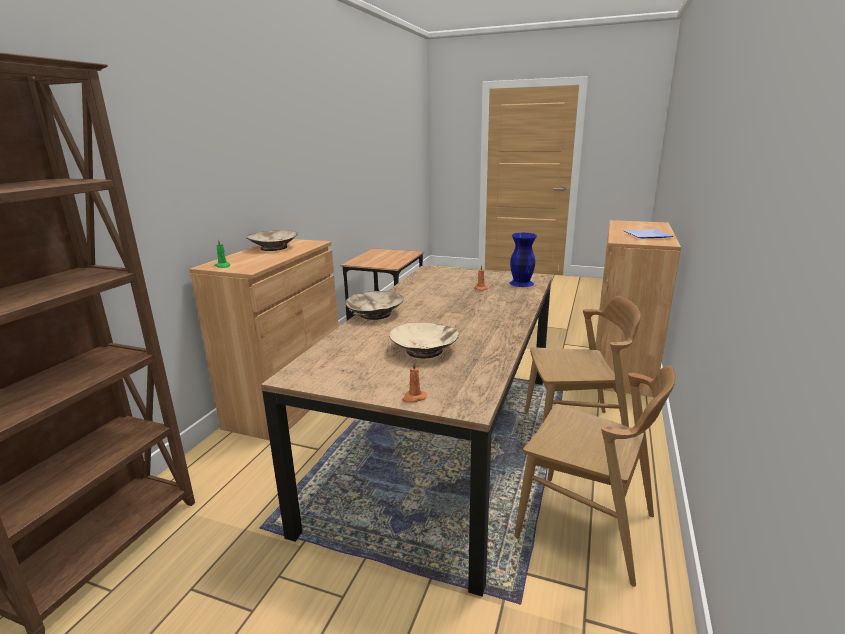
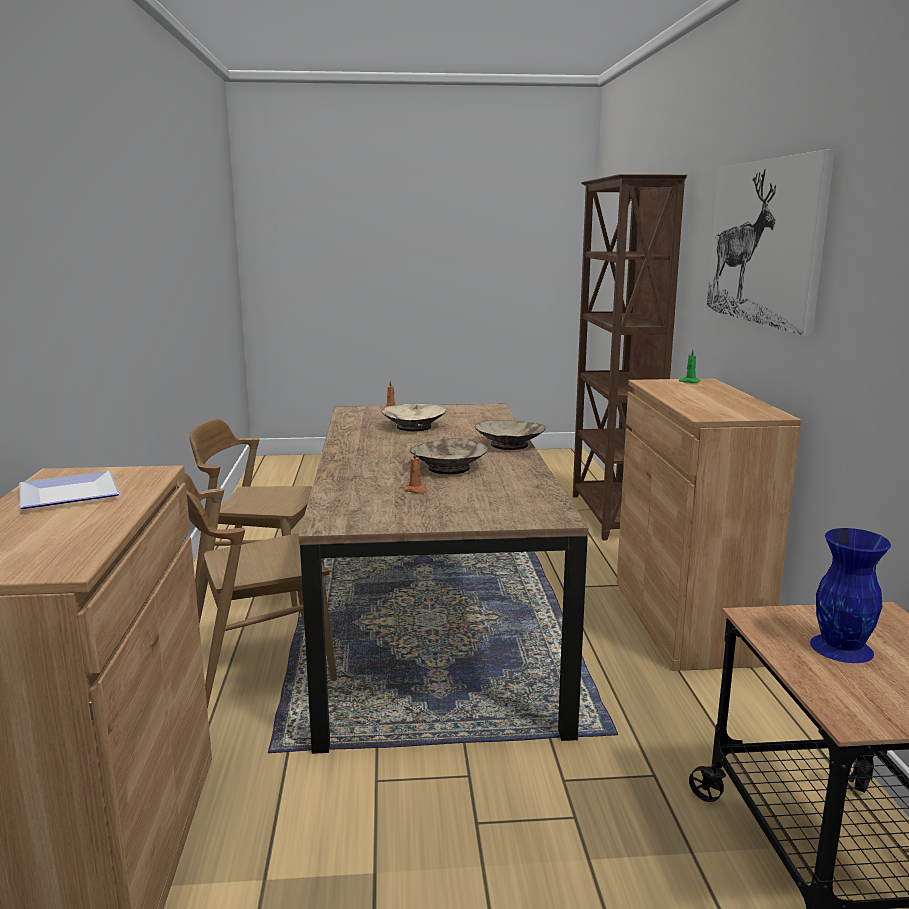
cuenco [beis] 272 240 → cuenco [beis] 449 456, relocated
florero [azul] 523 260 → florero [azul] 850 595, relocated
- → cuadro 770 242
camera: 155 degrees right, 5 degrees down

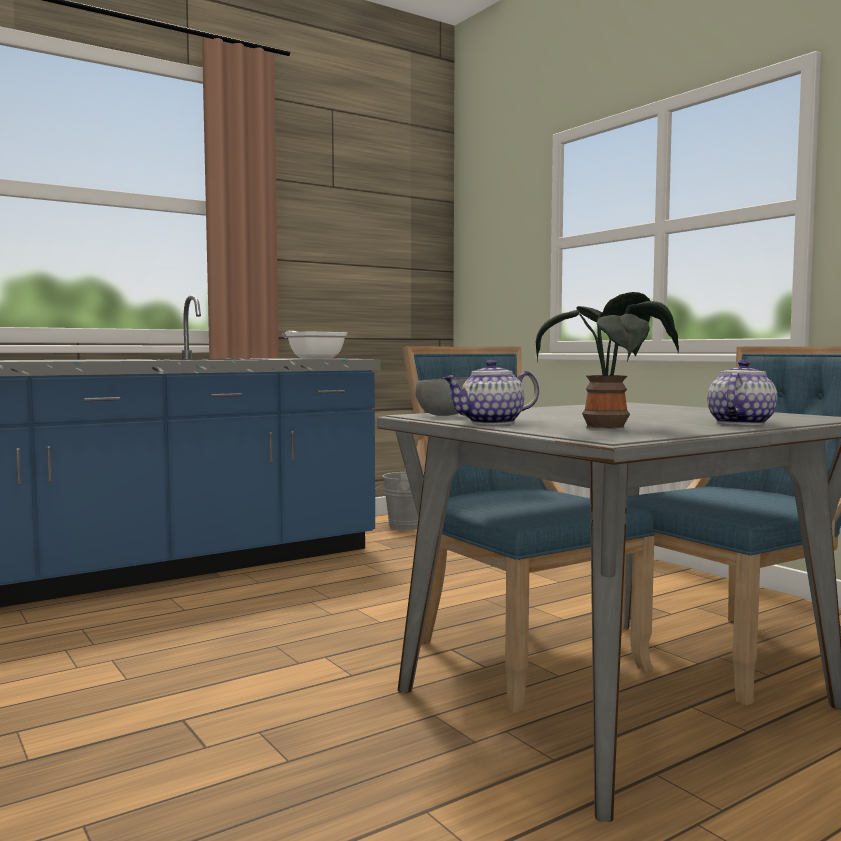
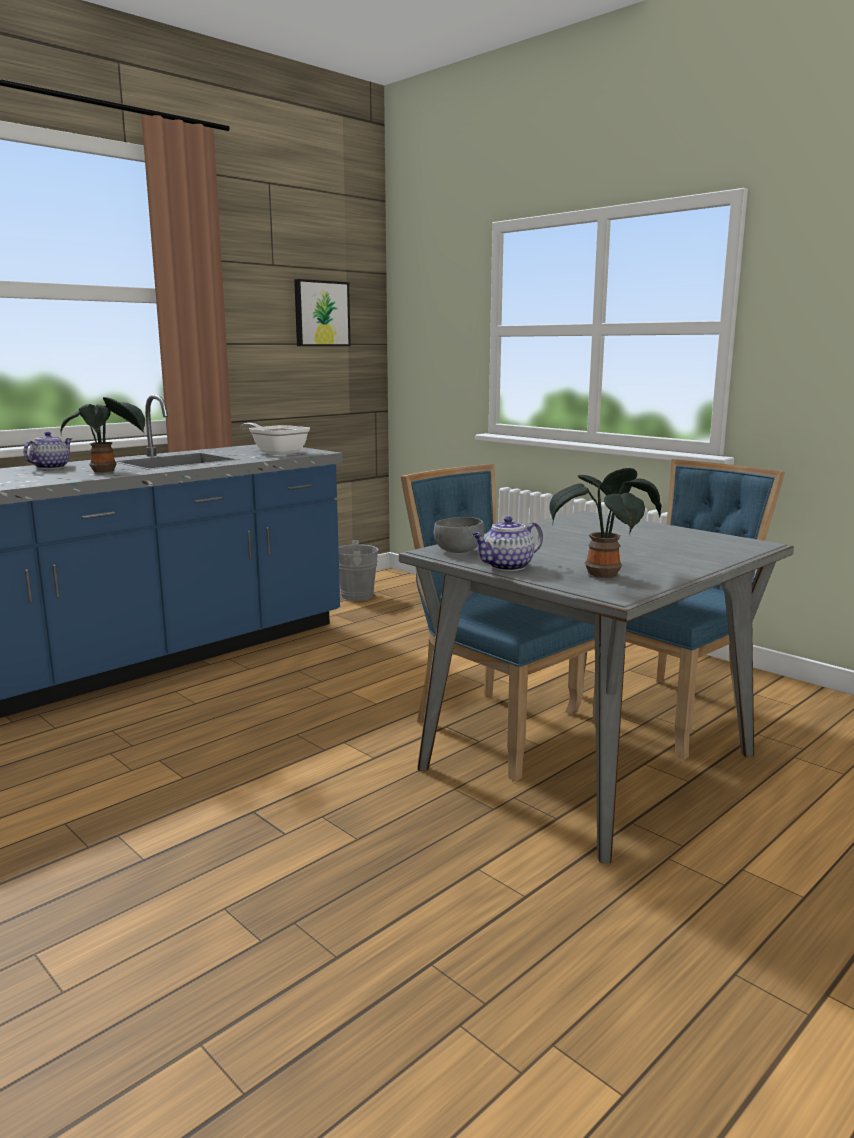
tetera 742 392 → tetera 47 450, relocated
- → planta en maceta 102 434
- → cuadro 322 312
camera: 10 degrees left, 10 degrees up

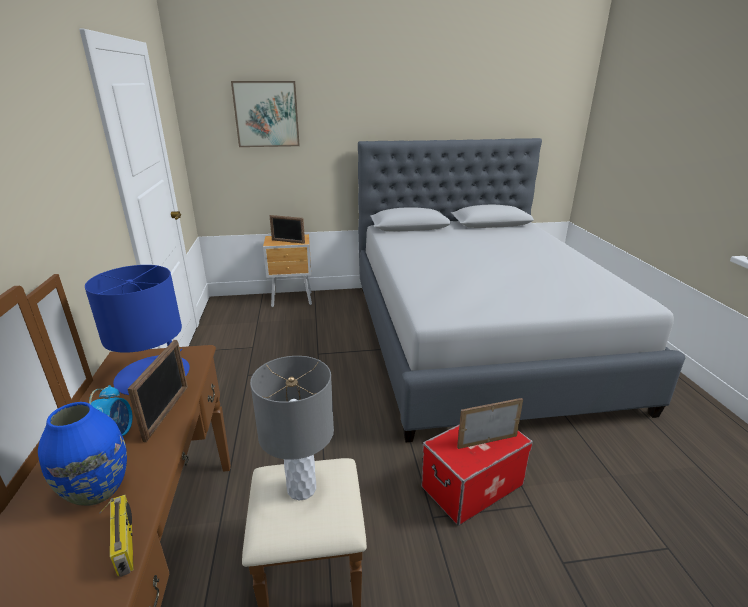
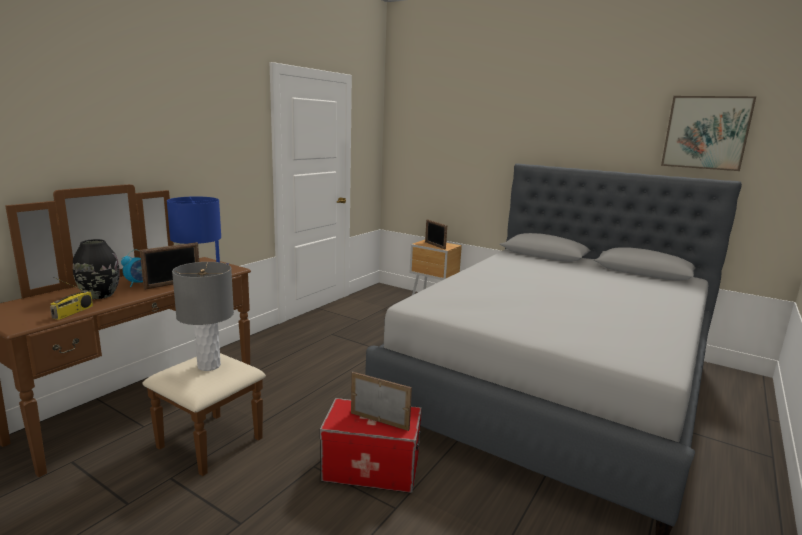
florero [azul] 82 454 → florero [negro] 96 269
cuadro 265 114 → cuadro 708 133, relocated
camera: 40 degrees right, 10 degrees down

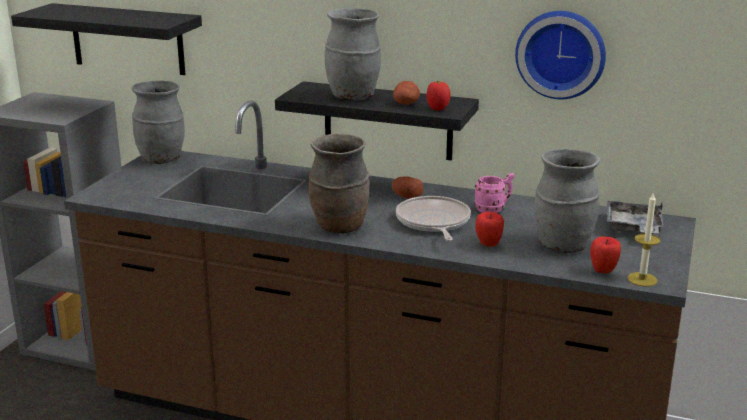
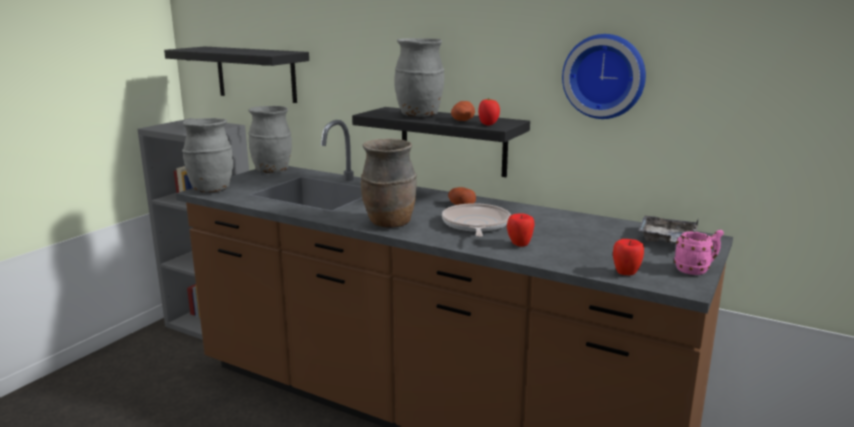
taza grande [rosa] 494 193 → taza grande [rosa] 699 252, relocated
florero [gris] 567 201 → florero [gris] 207 155, relocated
vela 644 239 → -
camera: 10 degrees right, 5 degrees down

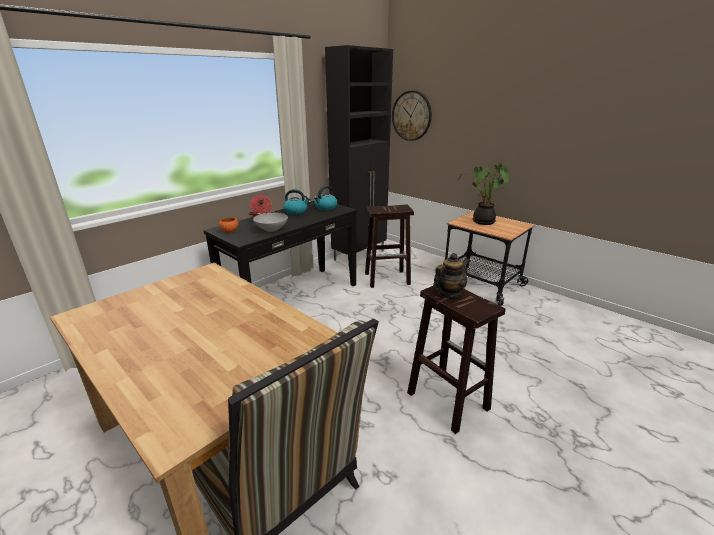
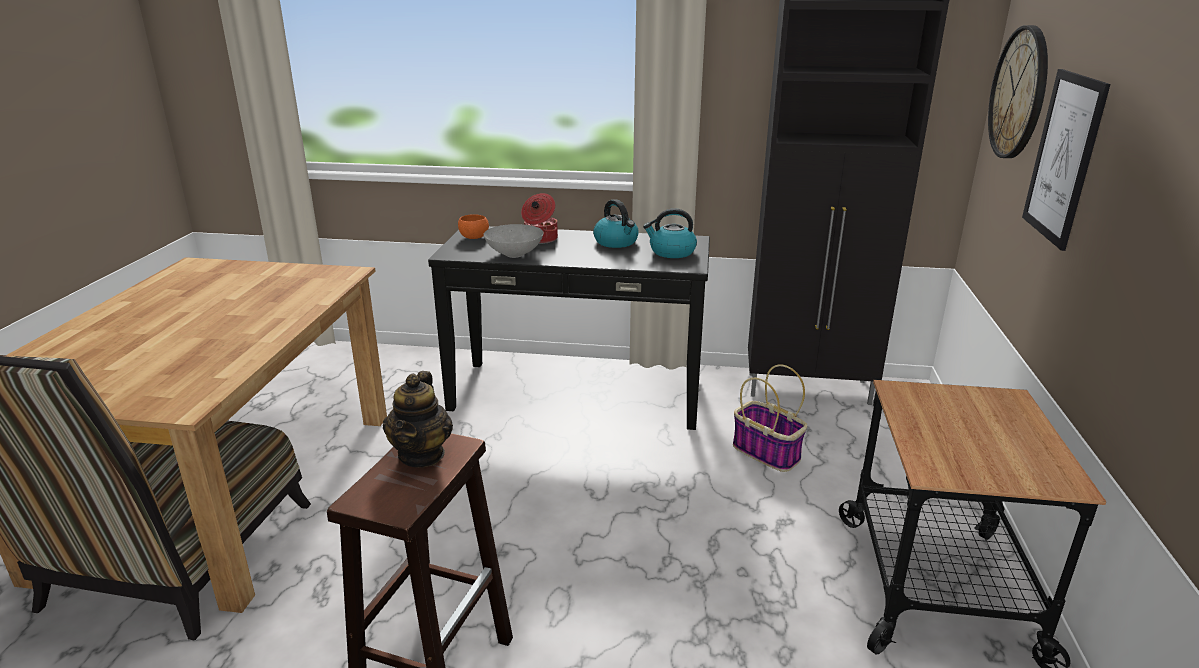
taburete [marrón] 389 246 → cesta 770 418
tetera 451 275 → tetera 418 419, 75 degrees clockwise
planta en maceta 482 193 → -
- → cuadro 1066 160
camera: 55 degrees right, 0 degrees up

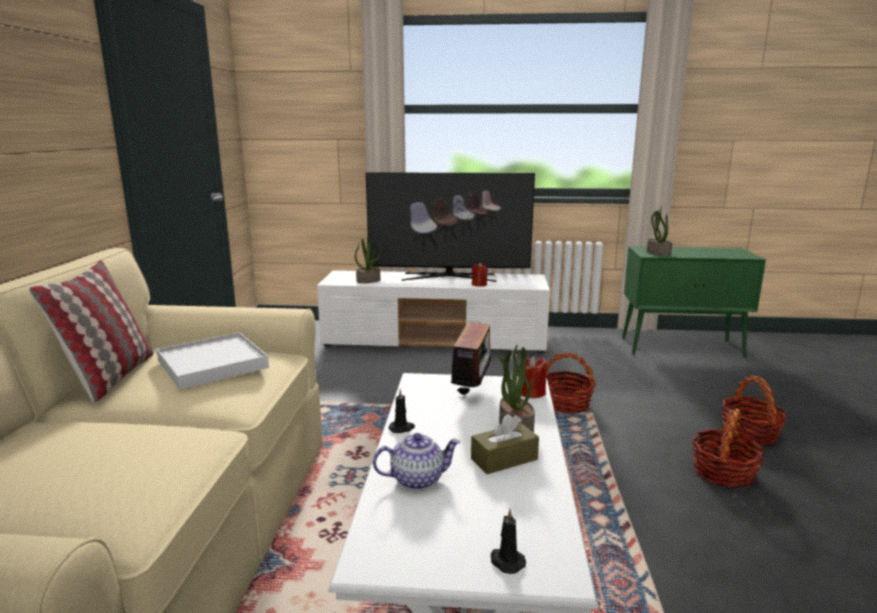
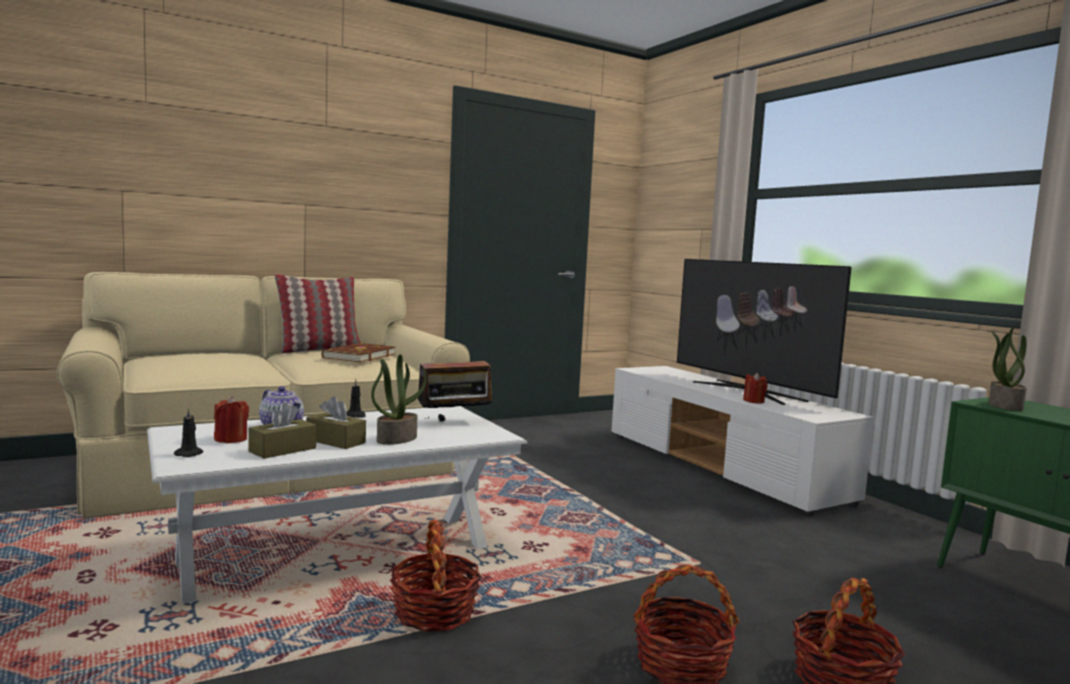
bandeja [blanco] 212 360 → libro [marrón] 359 353
planta en maceta 368 260 → -
vela [rojo] 532 377 → vela [rojo] 231 419, relocated
cesta 571 383 → cesta 436 576, relocated
- → caja de pañuelos [marrón] 282 431
camera: 55 degrees right, 10 degrees down

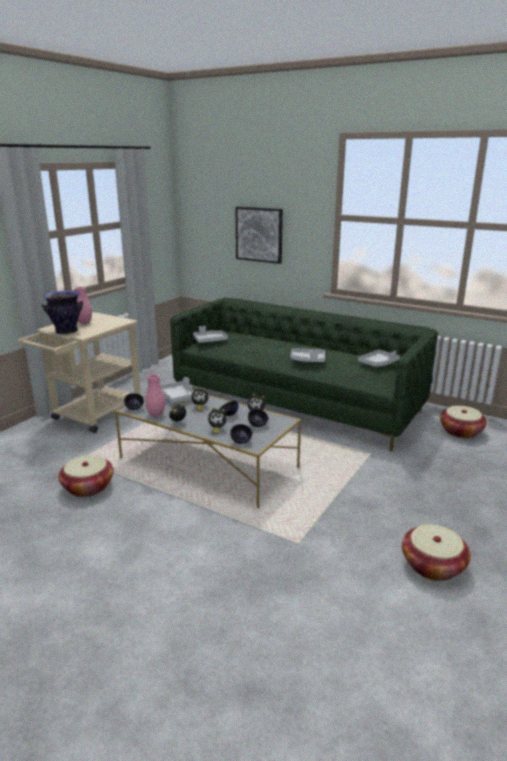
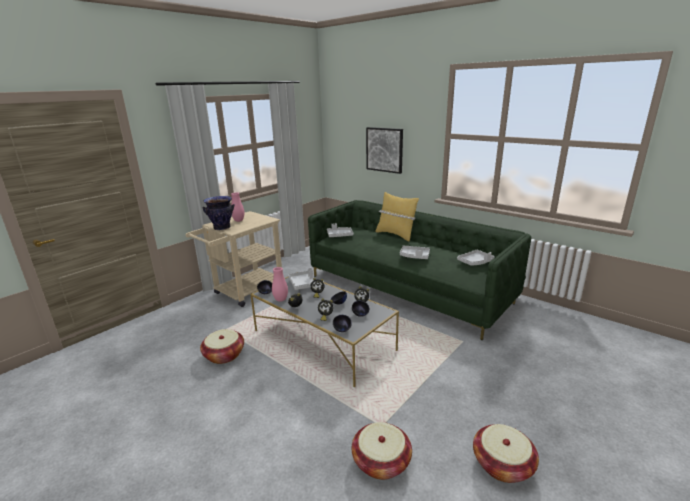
cesta 463 422 → cesta 382 451, relocated
- → cojín [amarillo] 397 216
camera: 10 degrees right, 0 degrees up

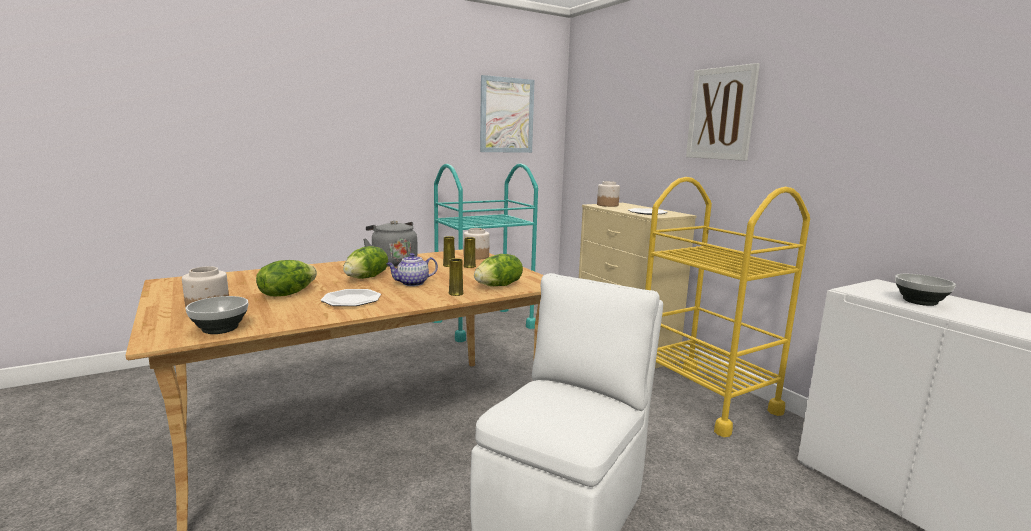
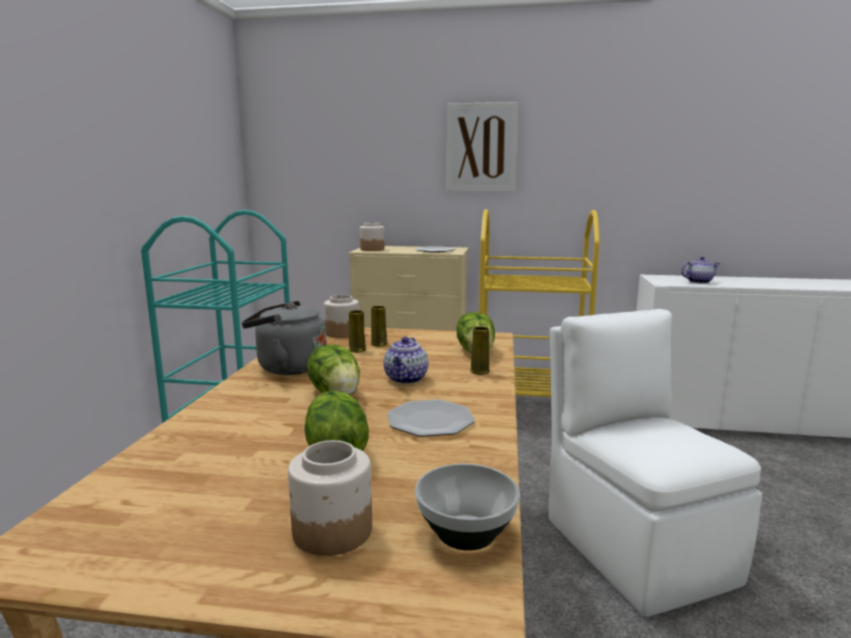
cuadro 507 114 → -
cuenco 925 290 → tetera 700 270
camera: 50 degrees left, 0 degrees up

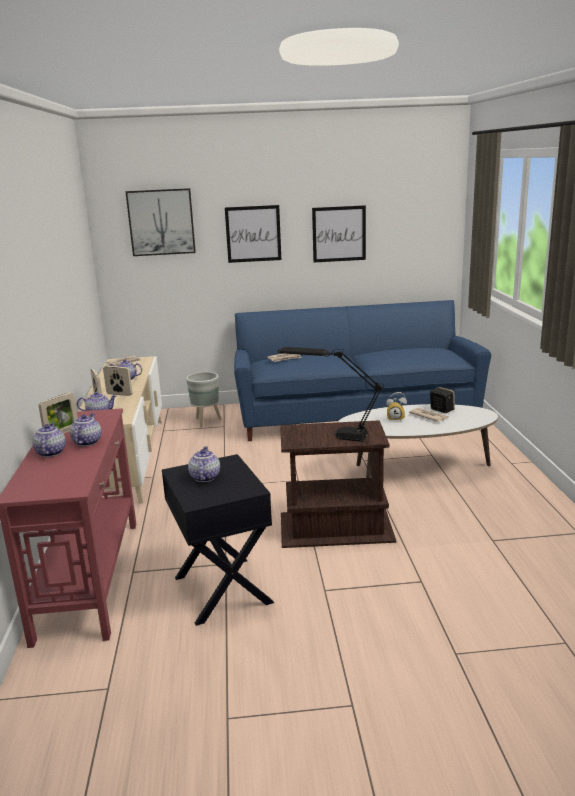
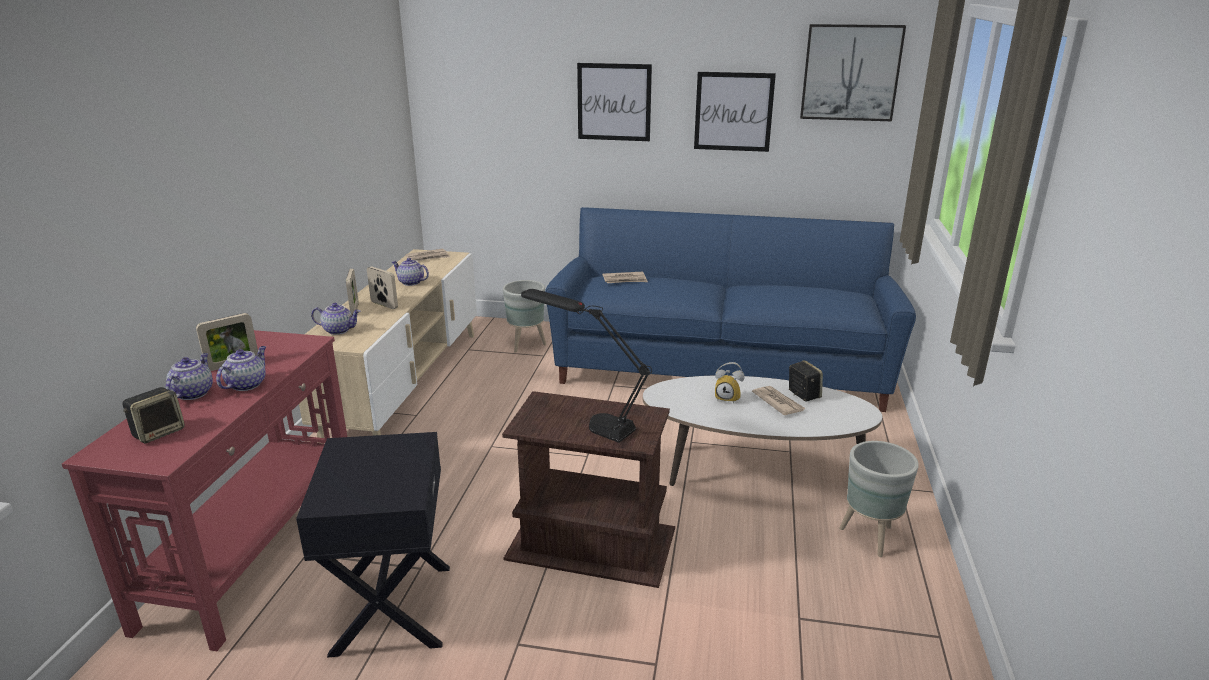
cuadro 161 222 → cuadro 853 72, relocated
tetera 204 464 → -
- → altavoz 153 415
- → maceta [gris] 879 499
camera: 15 degrees right, 5 degrees up

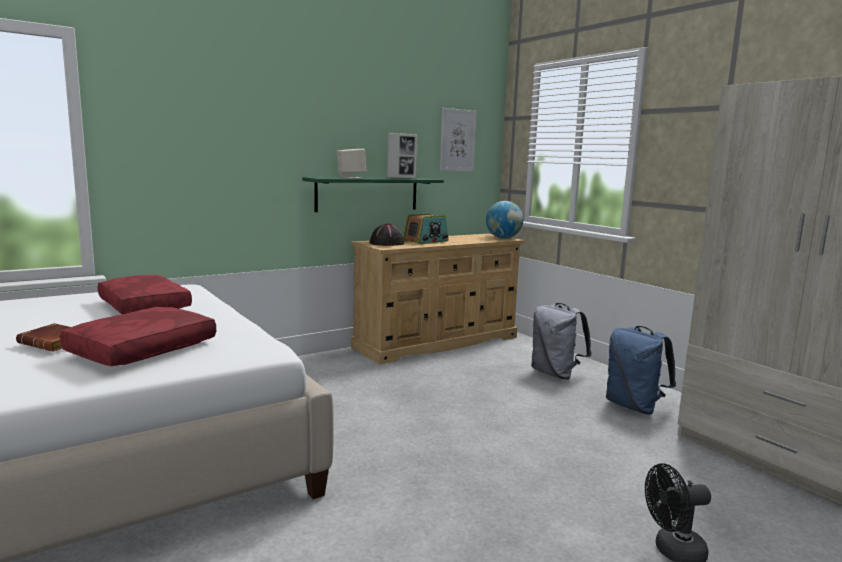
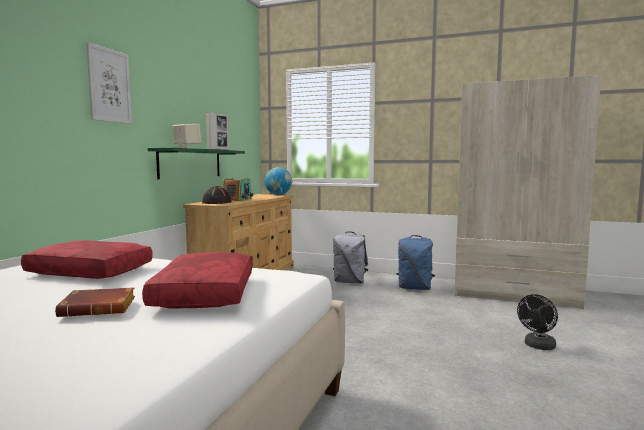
cuadro 458 139 → cuadro 109 83, relocated
camera: 35 degrees left, 5 degrees down

